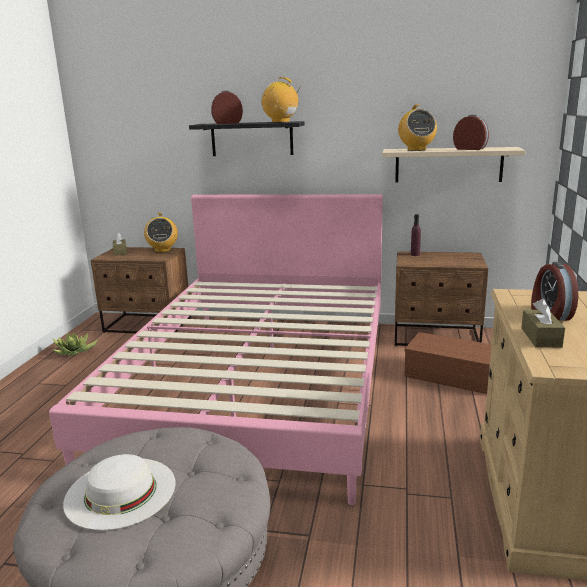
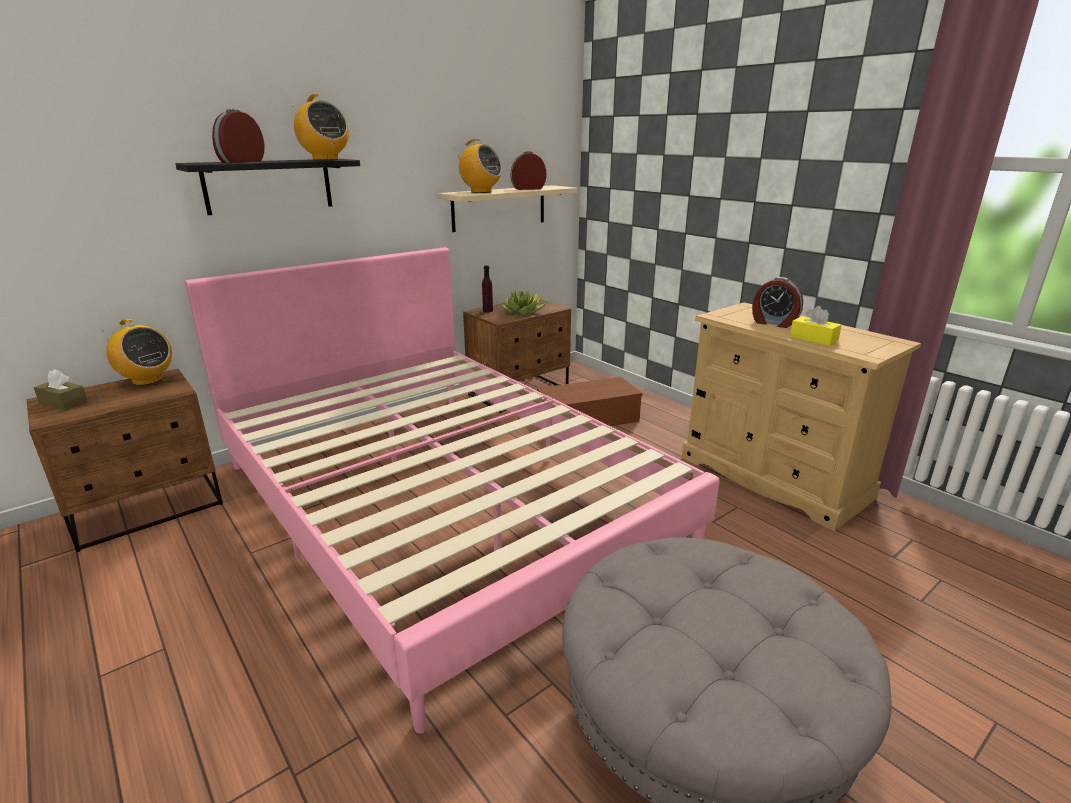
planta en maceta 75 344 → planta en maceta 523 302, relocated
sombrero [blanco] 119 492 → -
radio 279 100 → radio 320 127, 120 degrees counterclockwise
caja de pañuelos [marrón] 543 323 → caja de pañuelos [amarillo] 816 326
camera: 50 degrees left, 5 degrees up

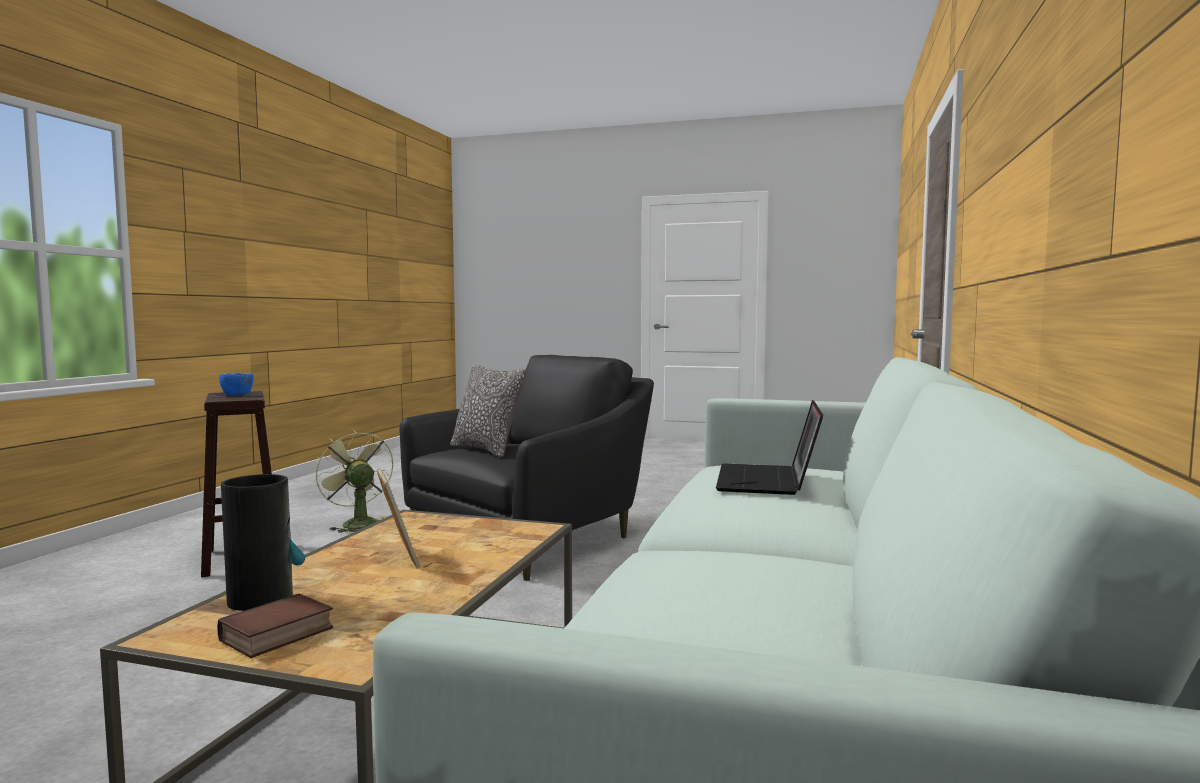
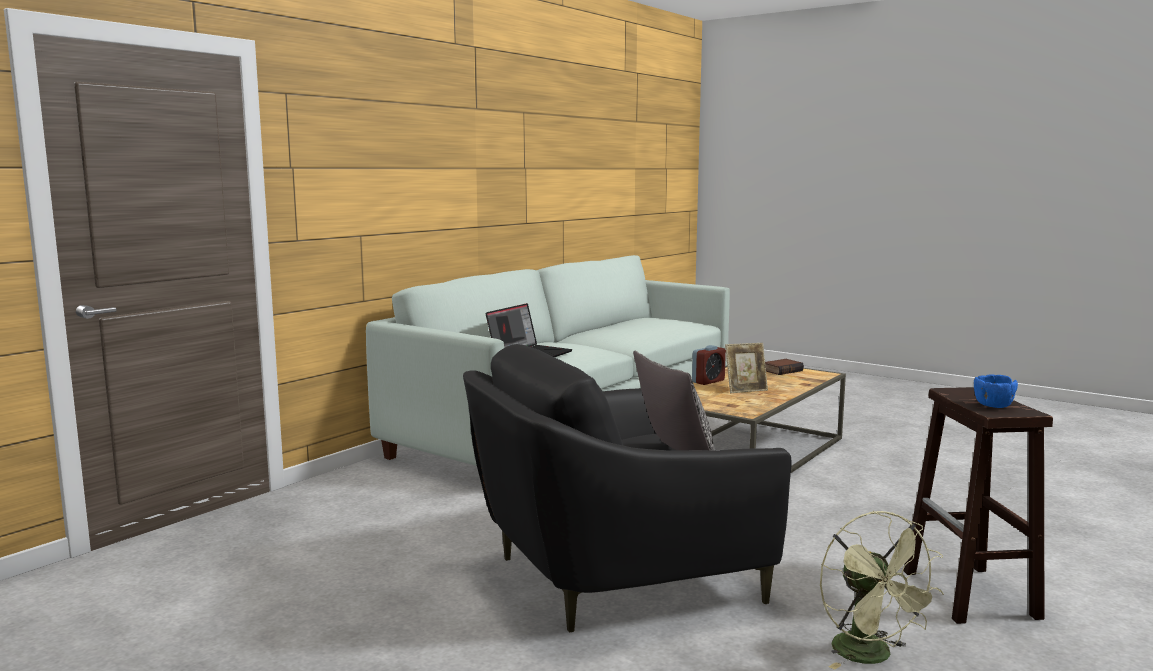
florero 263 542 → -
portarretratos 398 518 → portarretratos 746 368, 105 degrees counterclockwise
- → despertador 709 365
camera: 160 degrees left, 5 degrees up

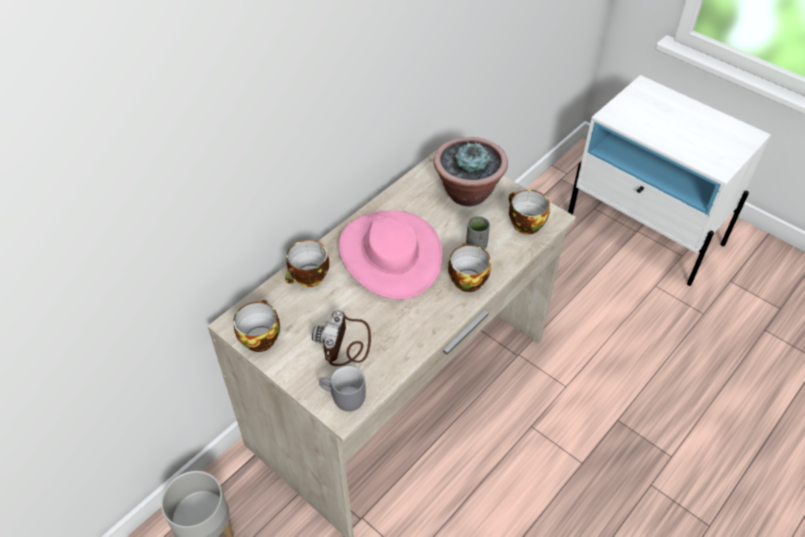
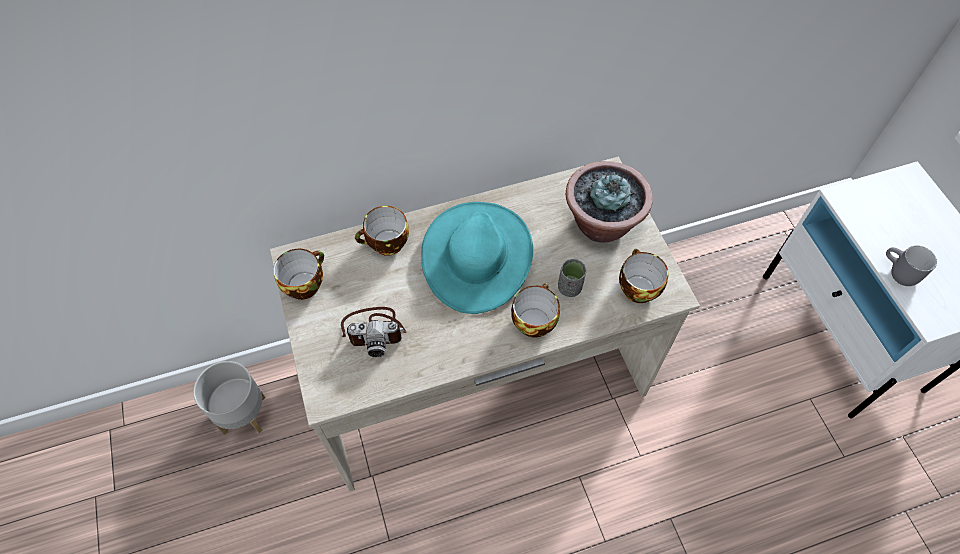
cámara 341 338 → cámara 374 332, 135 degrees counterclockwise
taza grande [gris] 342 388 → taza grande [gris] 911 266, relocated
sombrero [rosa] 390 254 → sombrero [turquesa] 477 258
camera: 30 degrees right, 10 degrees up

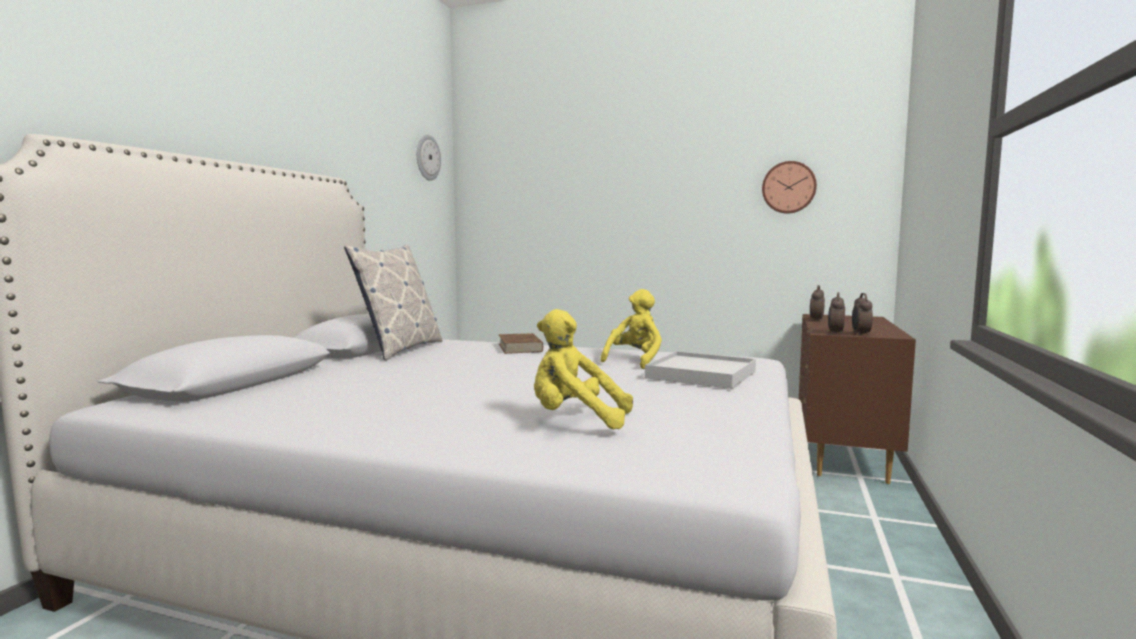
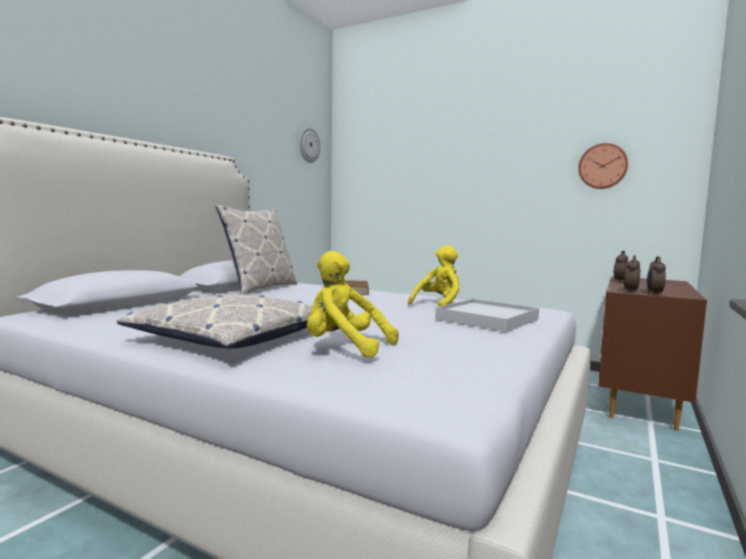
- → cojín 214 320
camera: 10 degrees right, 0 degrees up

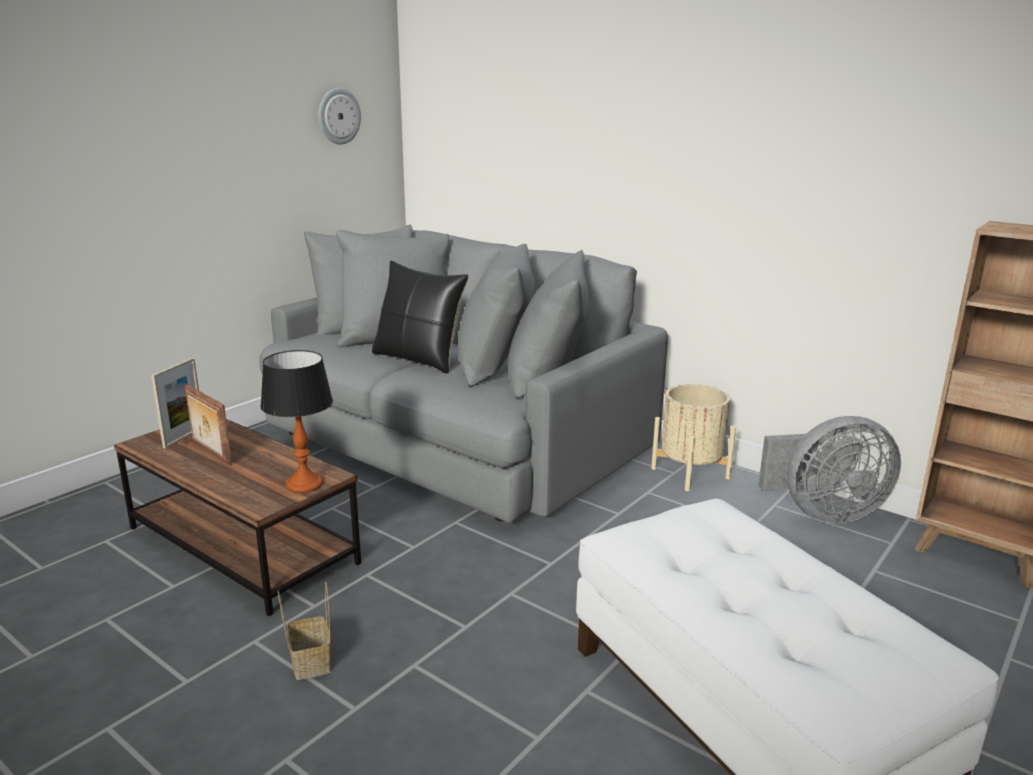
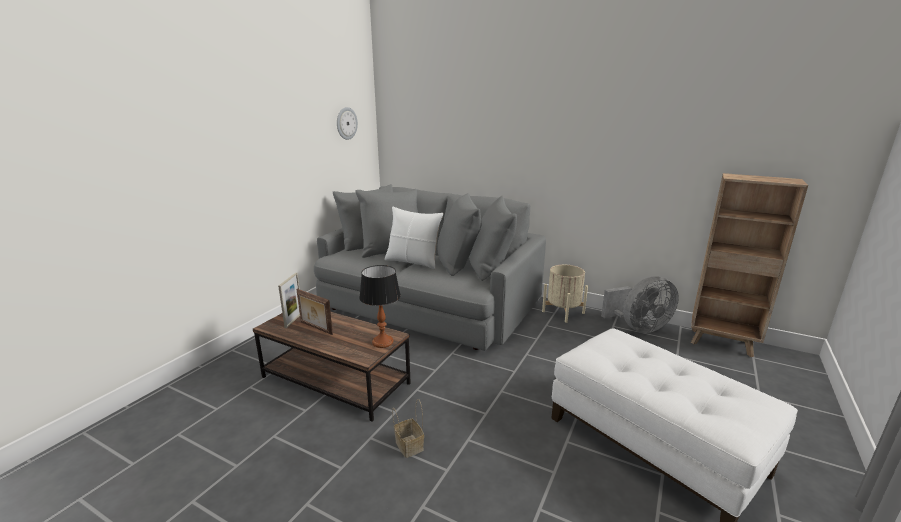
cojín [negro] 420 317 → cojín [blanco] 414 238
camera: 10 degrees left, 0 degrees up

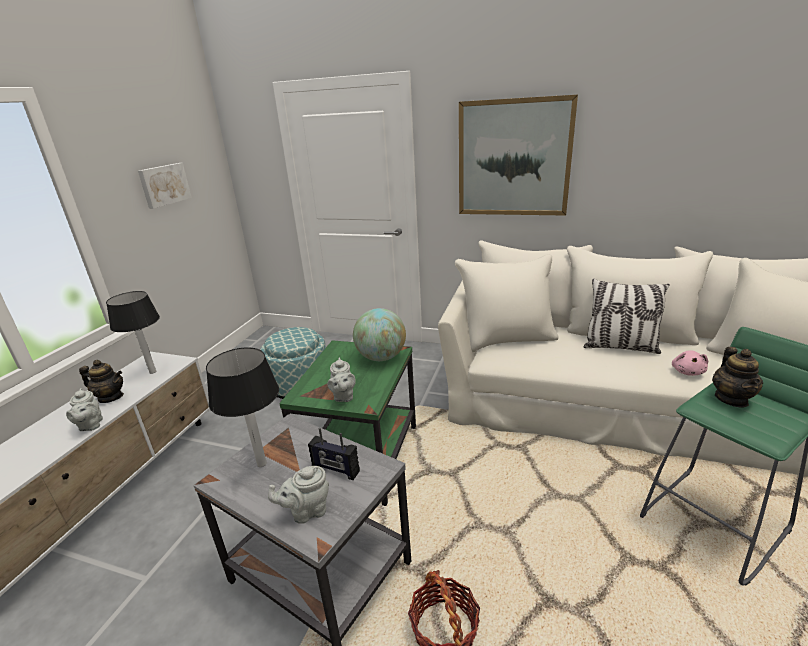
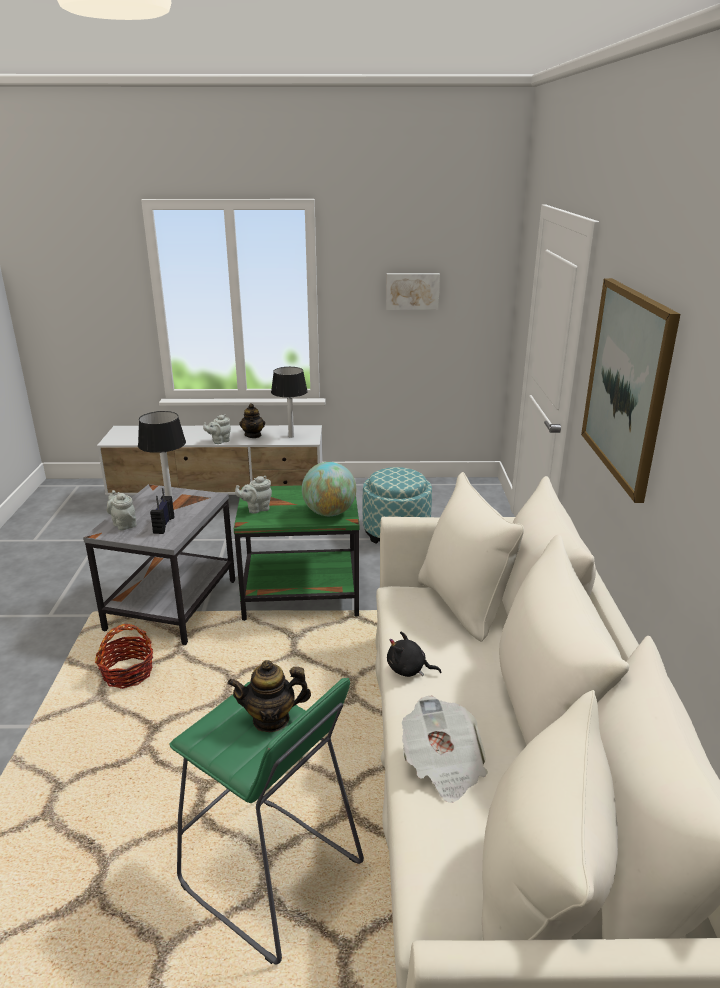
cojín 627 316 → -
peluche [rosa] 690 363 → periódico 445 749
- → peluche [negro] 414 654
camera: 70 degrees right, 0 degrees up

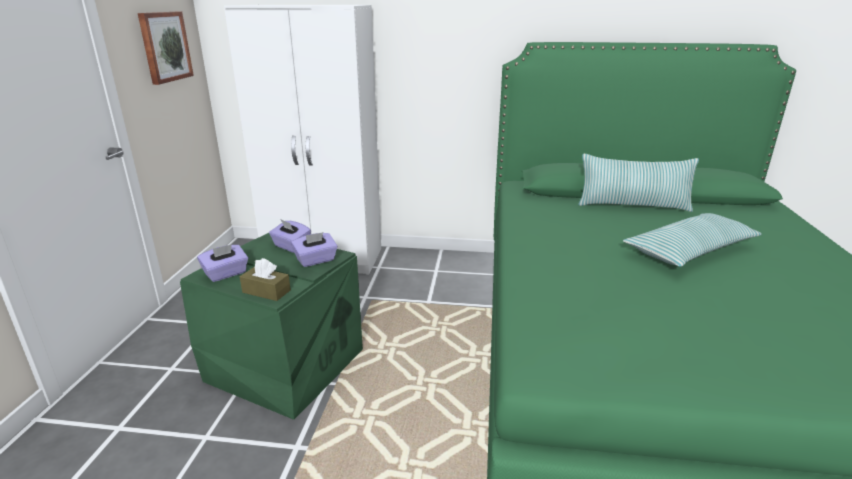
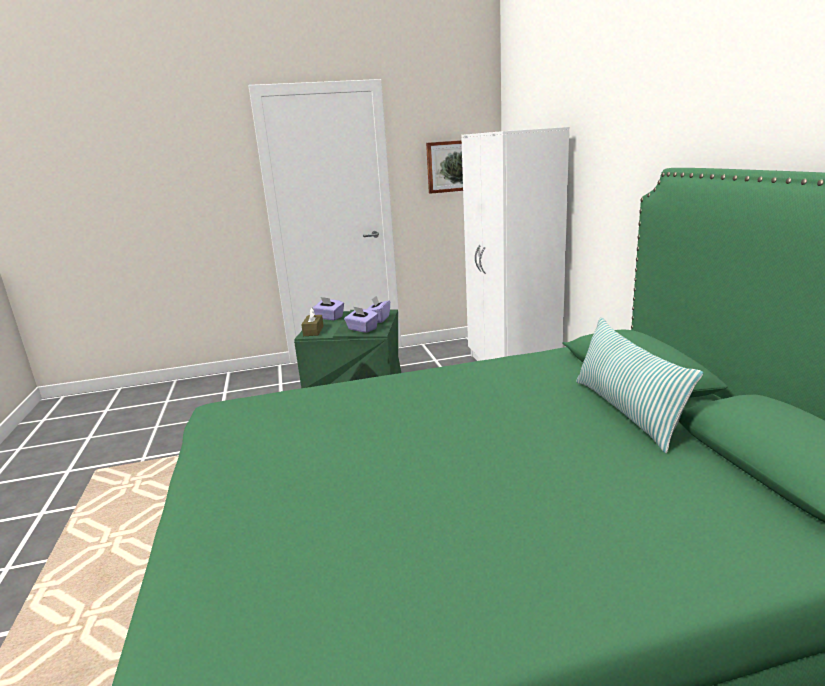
cojín 692 240 → -
camera: 70 degrees right, 5 degrees down

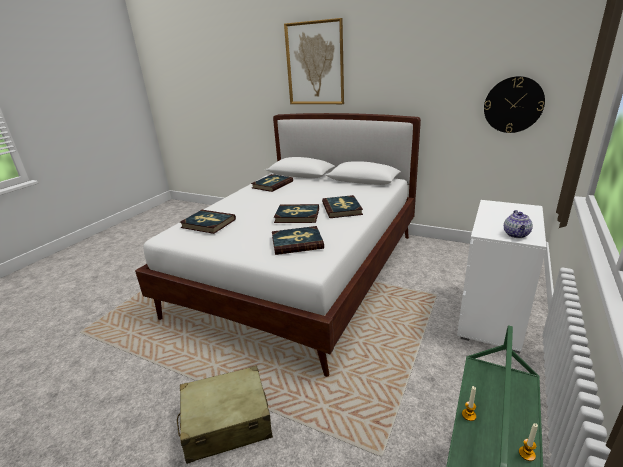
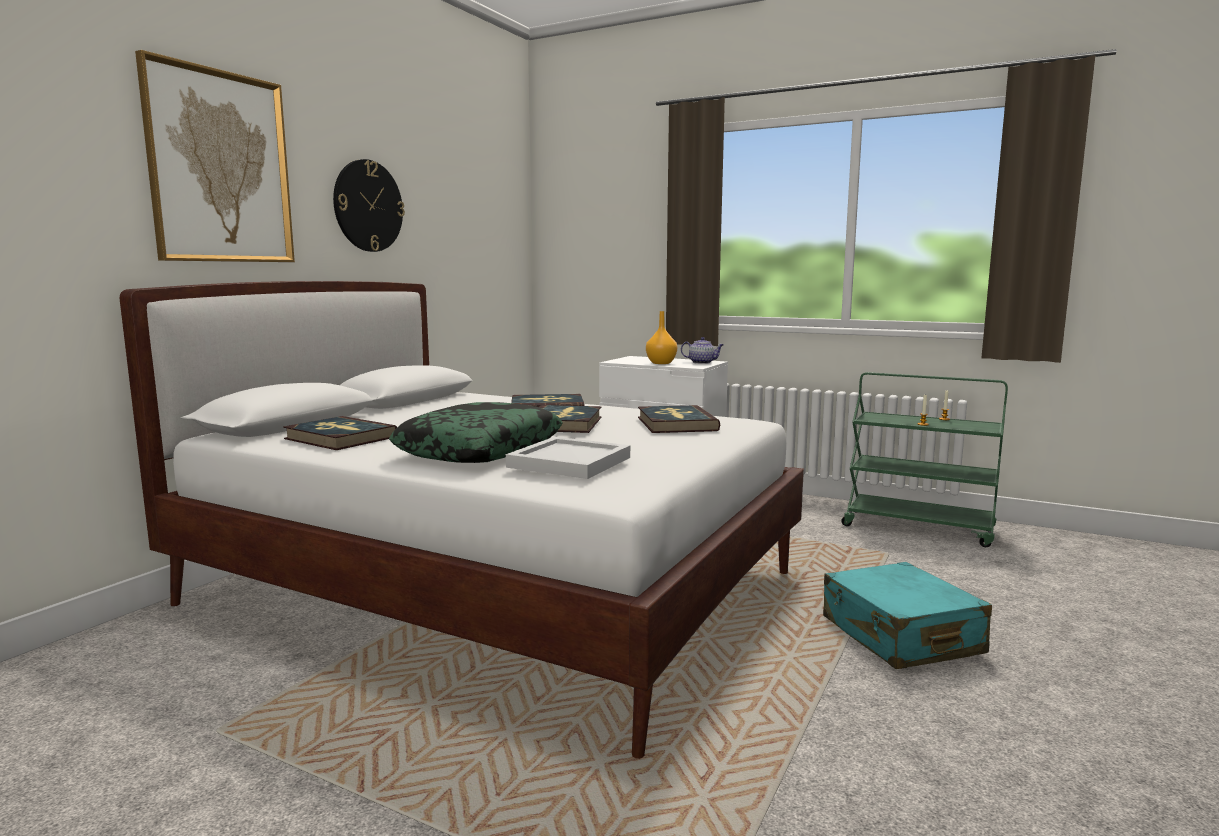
maleta [beis] 225 415 → maleta [turquesa] 907 615
libro 208 222 → bandeja [blanco] 568 458
reloj de pared 514 104 → reloj de pared 369 205, relocated
- → cojín 476 432
- → florero [naranja] 661 337
camera: 90 degrees left, 15 degrees down

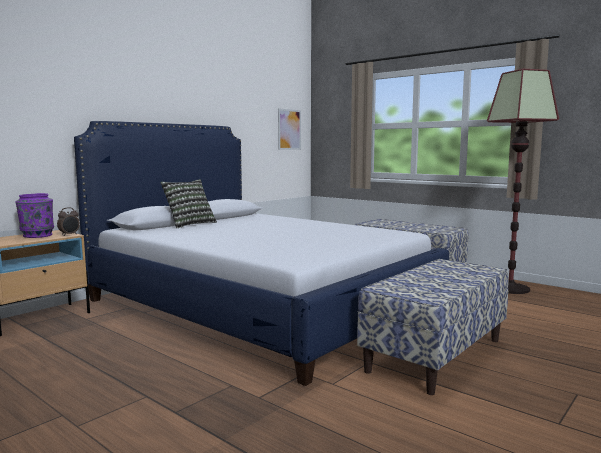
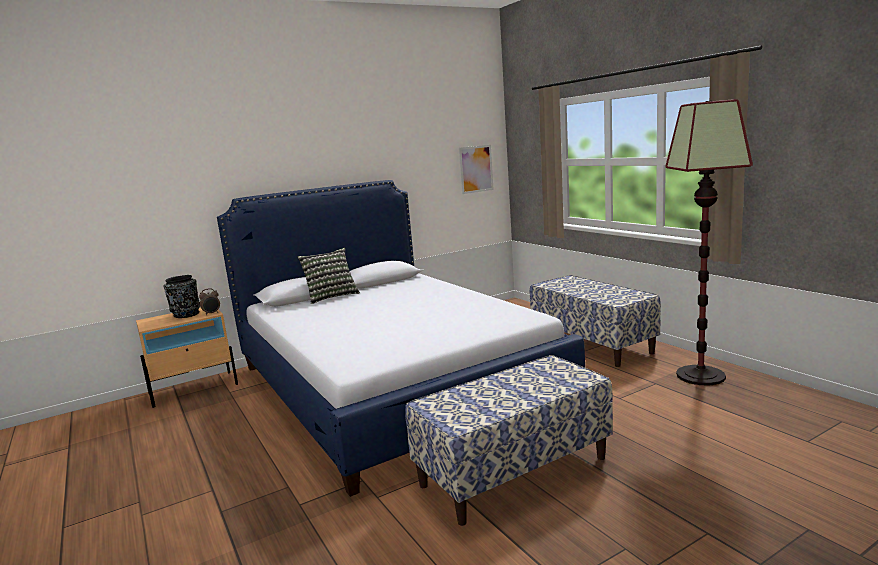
florero [morado] 35 215 → florero [negro] 181 296
camera: 20 degrees right, 5 degrees up

